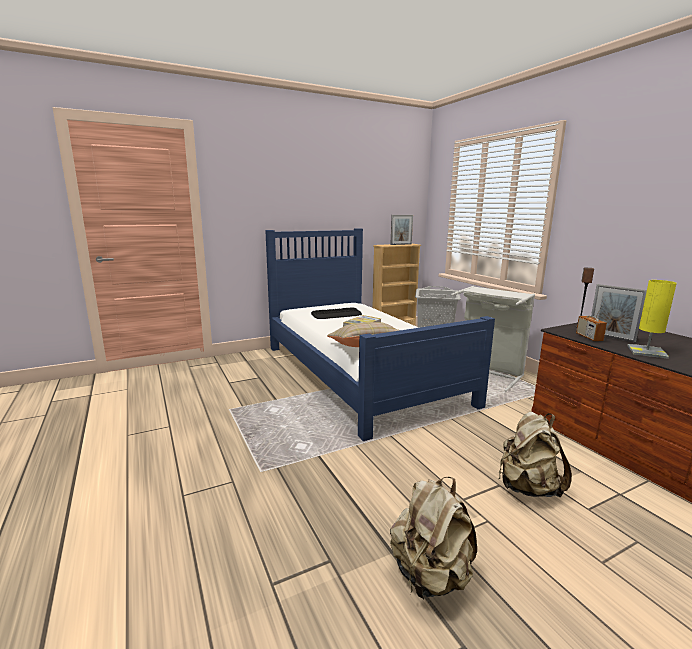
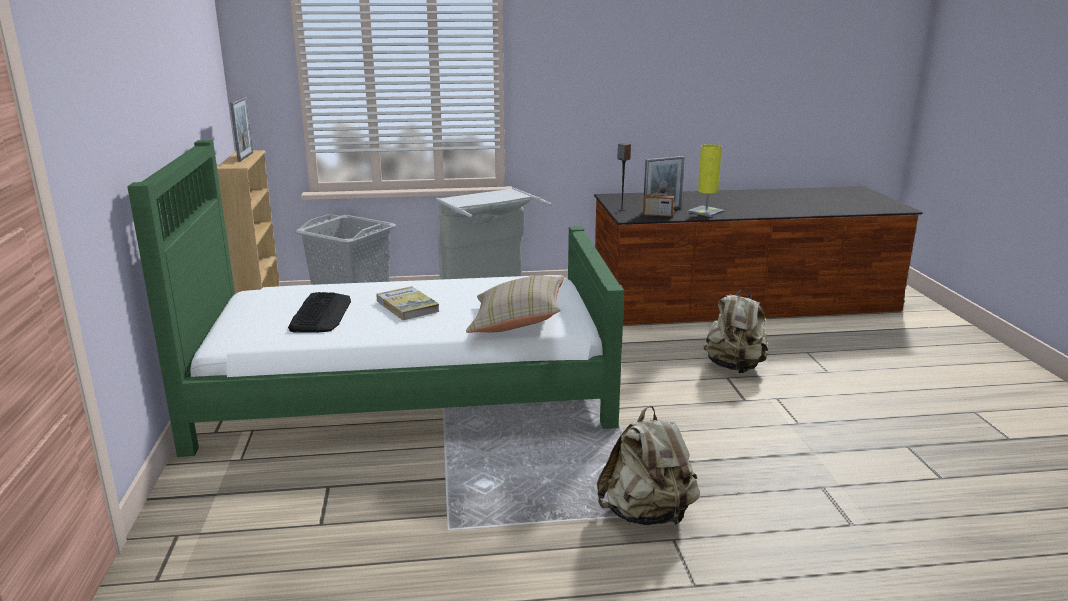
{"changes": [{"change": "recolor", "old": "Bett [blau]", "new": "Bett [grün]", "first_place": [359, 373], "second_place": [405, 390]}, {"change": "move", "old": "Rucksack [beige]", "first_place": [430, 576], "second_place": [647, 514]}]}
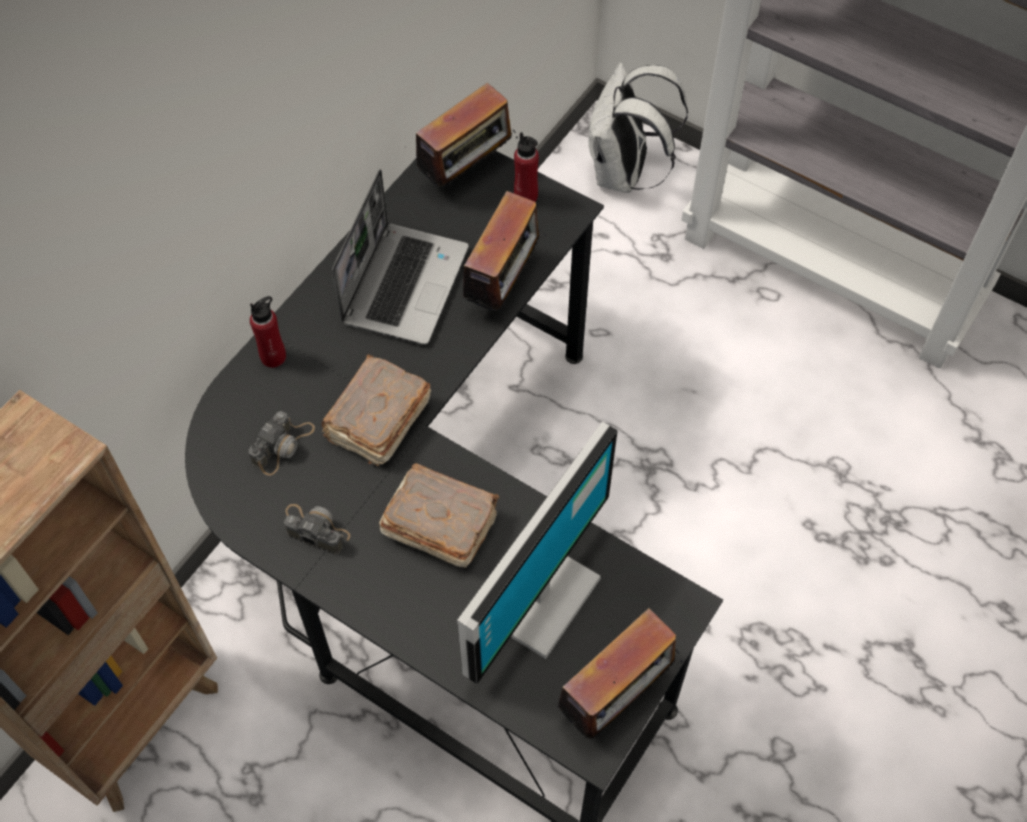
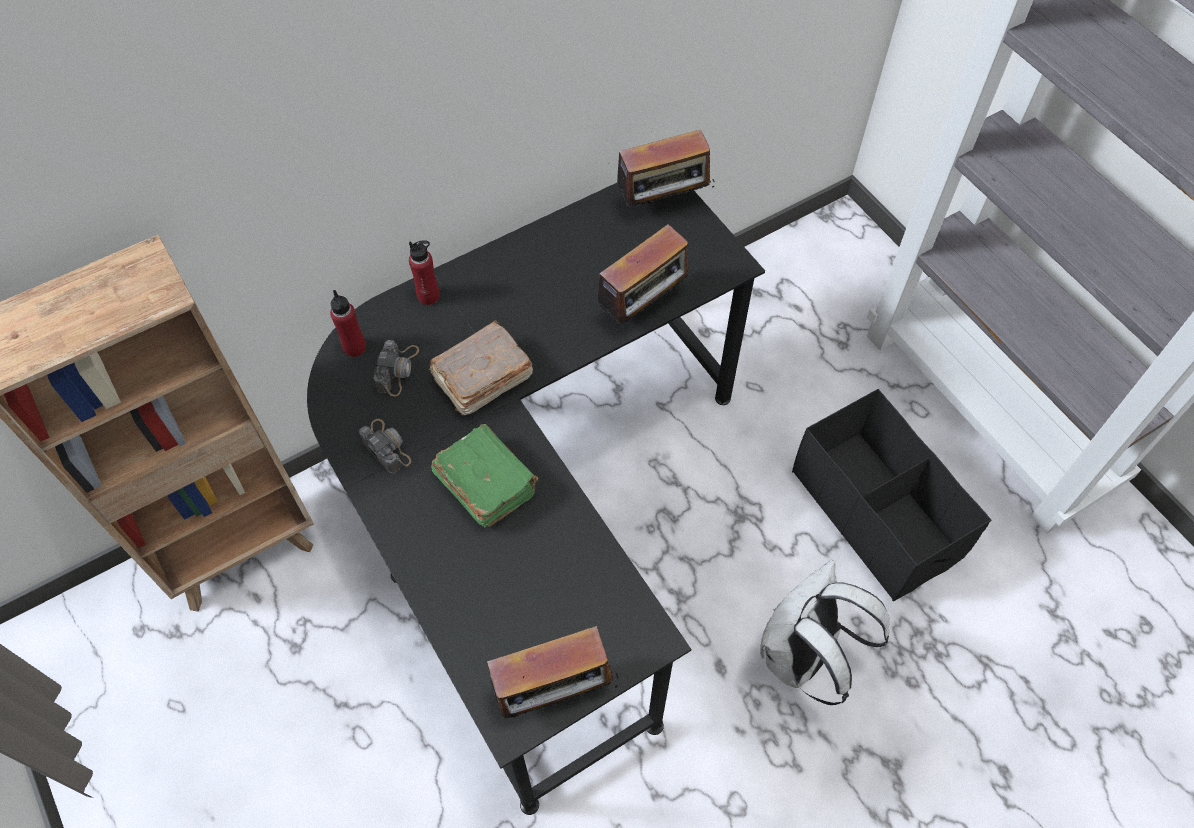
{"changes": [{"change": "rotate", "old": "Kamera", "first_place": [283, 445], "second_place": [398, 369], "degrees": -45}, {"change": "delete", "old": "Laptop", "first_place": [404, 283]}, {"change": "recolor", "old": "Buch [braun]", "new": "Buch [grün]", "first_place": [439, 523], "second_place": [486, 482]}, {"change": "delete", "old": "Monitor", "first_place": [536, 595]}, {"change": "move", "old": "Flasche [rot]", "first_place": [526, 196], "second_place": [354, 347]}, {"change": "move", "old": "Rucksack [weiß]", "first_place": [624, 174], "second_place": [802, 657]}, {"change": "insert", "new": "Aufbewahrungsbox [schwarz]", "second_place": [876, 513]}]}
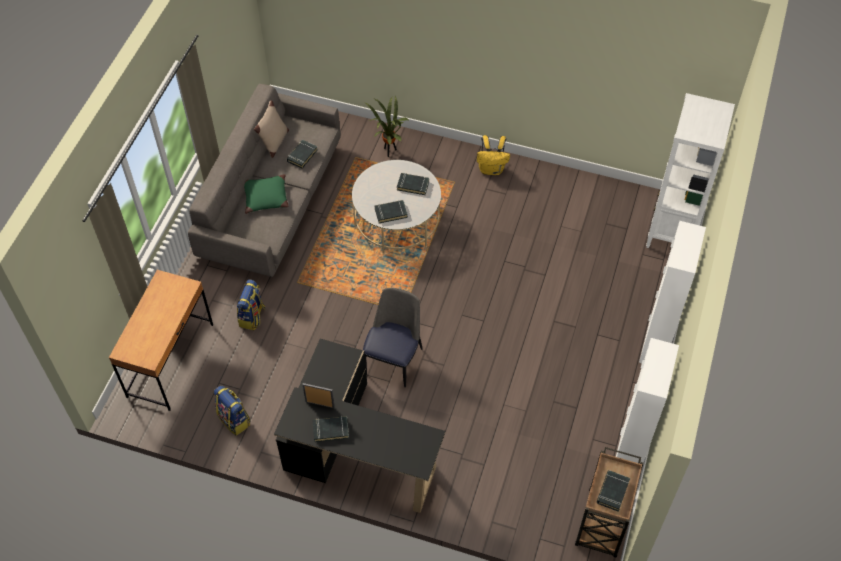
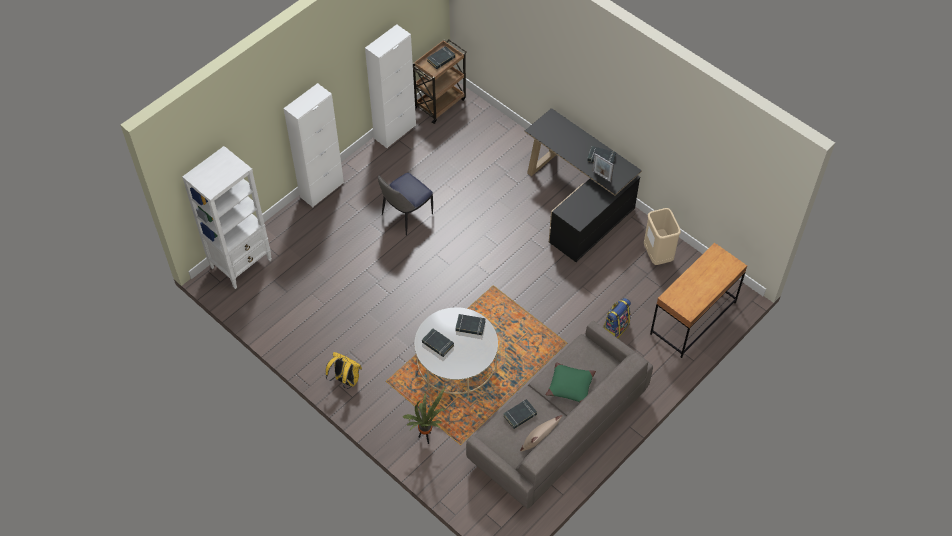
{"changes": [{"change": "replace", "old": "Rucksack", "new": "Mülleimer [beige]", "first_place": [234, 420], "second_place": [657, 255]}, {"change": "move", "old": "Stuhl", "first_place": [394, 360], "second_place": [406, 215]}]}
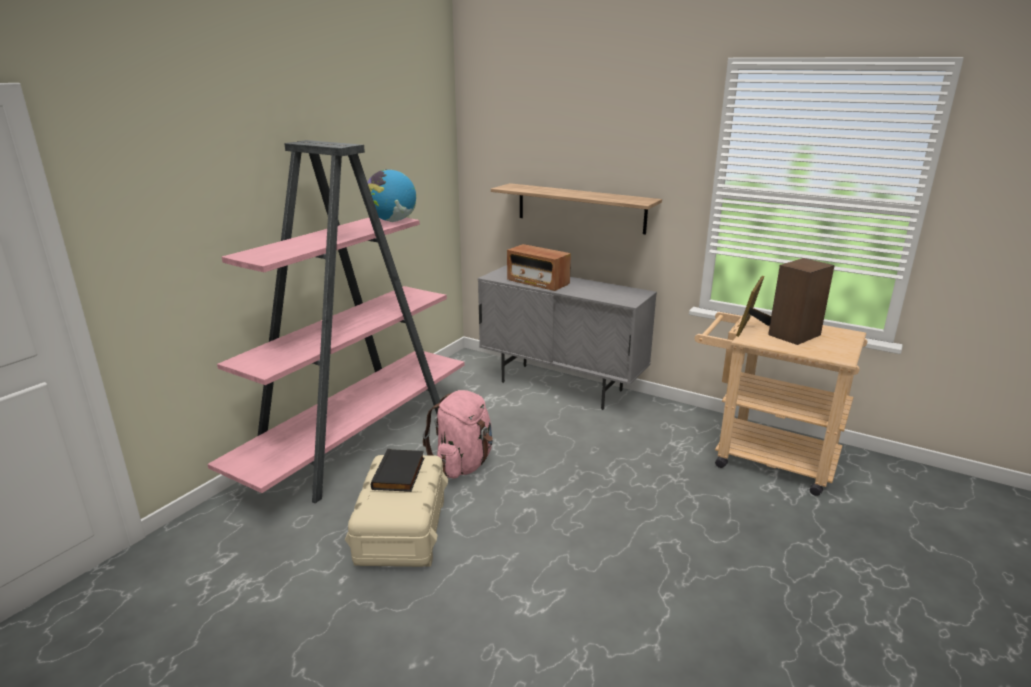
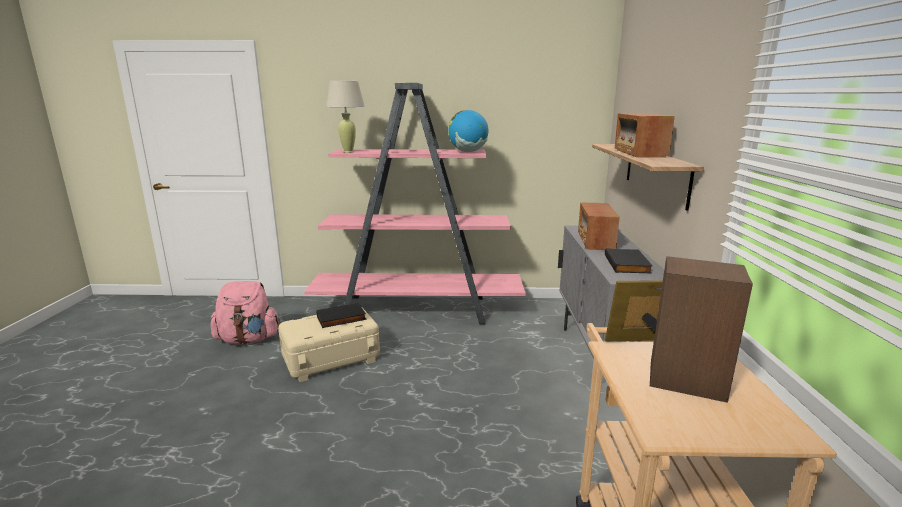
{"changes": [{"change": "move", "old": "Rucksack [rosa]", "first_place": [463, 464], "second_place": [248, 339]}, {"change": "insert", "new": "Tischlampe [beige]", "second_place": [348, 152]}, {"change": "insert", "new": "Buch [schwarz]", "second_place": [628, 264]}, {"change": "insert", "new": "Radio", "second_place": [639, 153]}]}
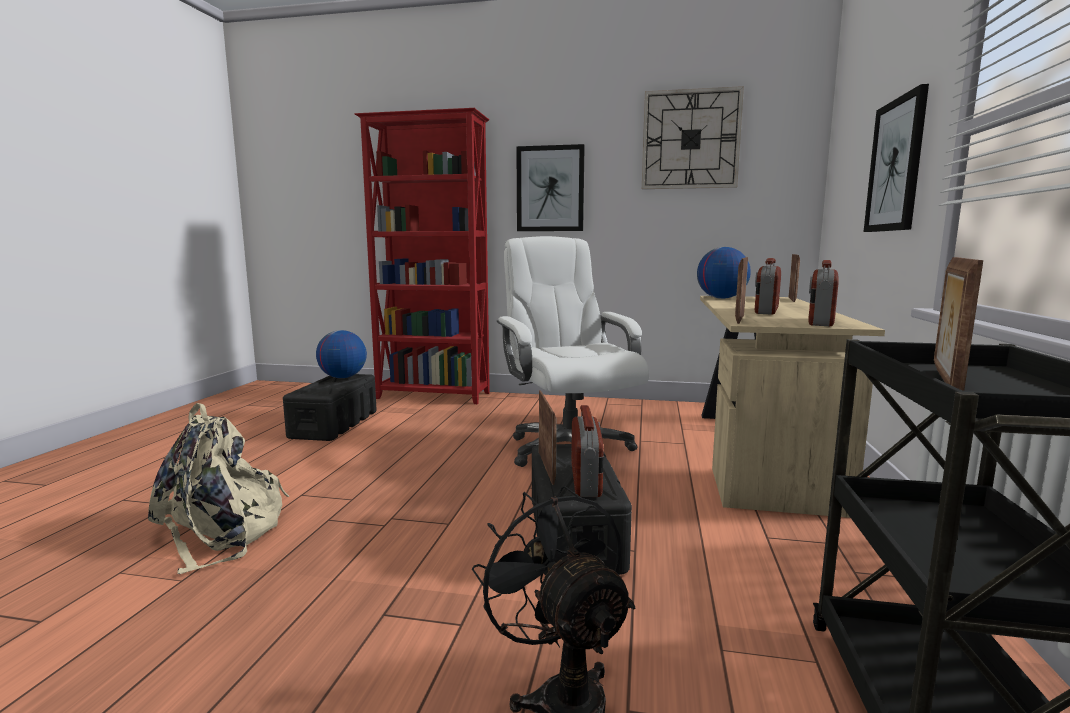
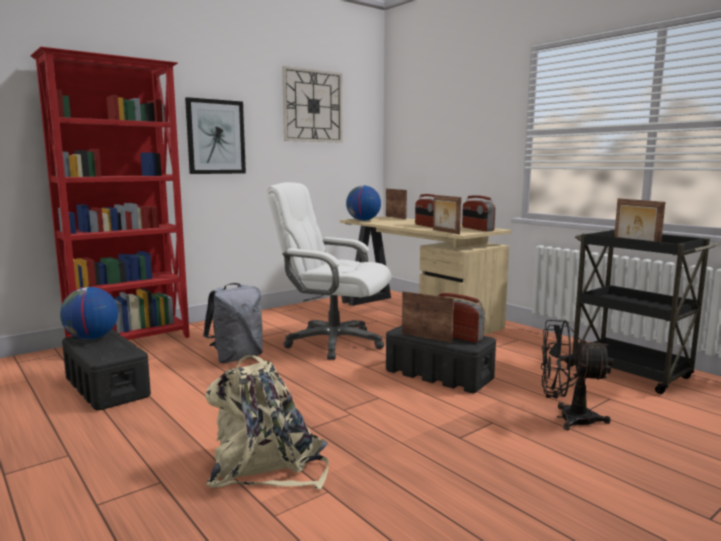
{"changes": [{"change": "delete", "old": "Bild", "first_place": [896, 165]}, {"change": "insert", "new": "Rucksack [grau]", "second_place": [237, 358]}]}
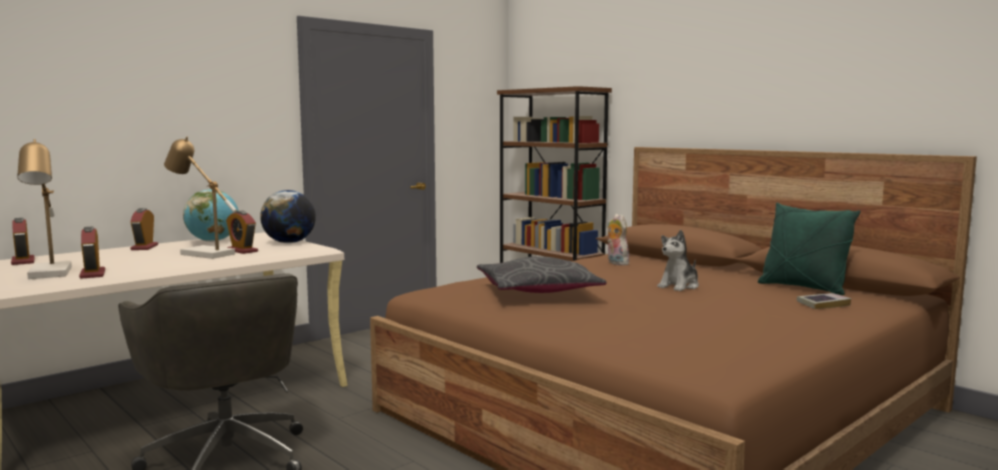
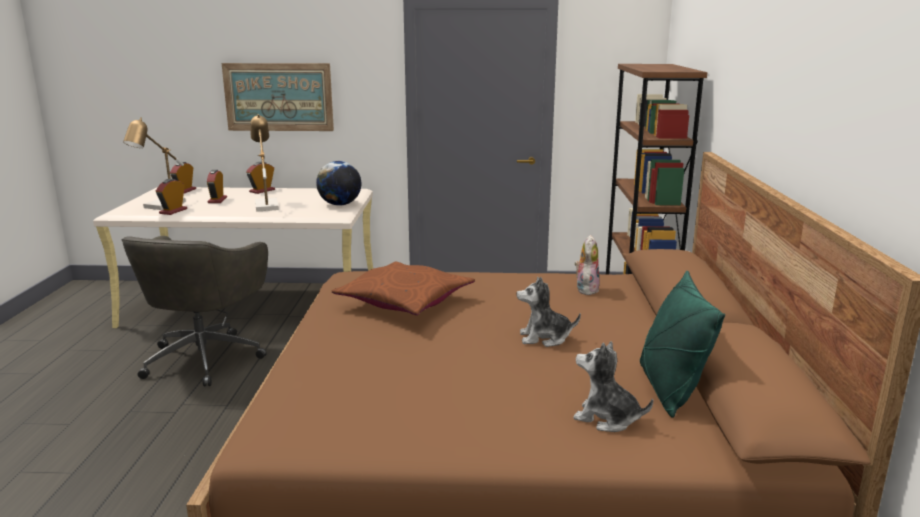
{"changes": [{"change": "delete", "old": "Globus", "first_place": [213, 241]}, {"change": "move", "old": "Wecker", "first_place": [242, 251], "second_place": [217, 200]}, {"change": "recolor", "old": "Kissen [grau]", "new": "Kissen [braun]", "first_place": [537, 290], "second_place": [405, 300]}, {"change": "replace", "old": "Buch", "new": "Plüschtier", "first_place": [823, 304], "second_place": [607, 418]}, {"change": "insert", "new": "Bild", "second_place": [278, 97]}]}
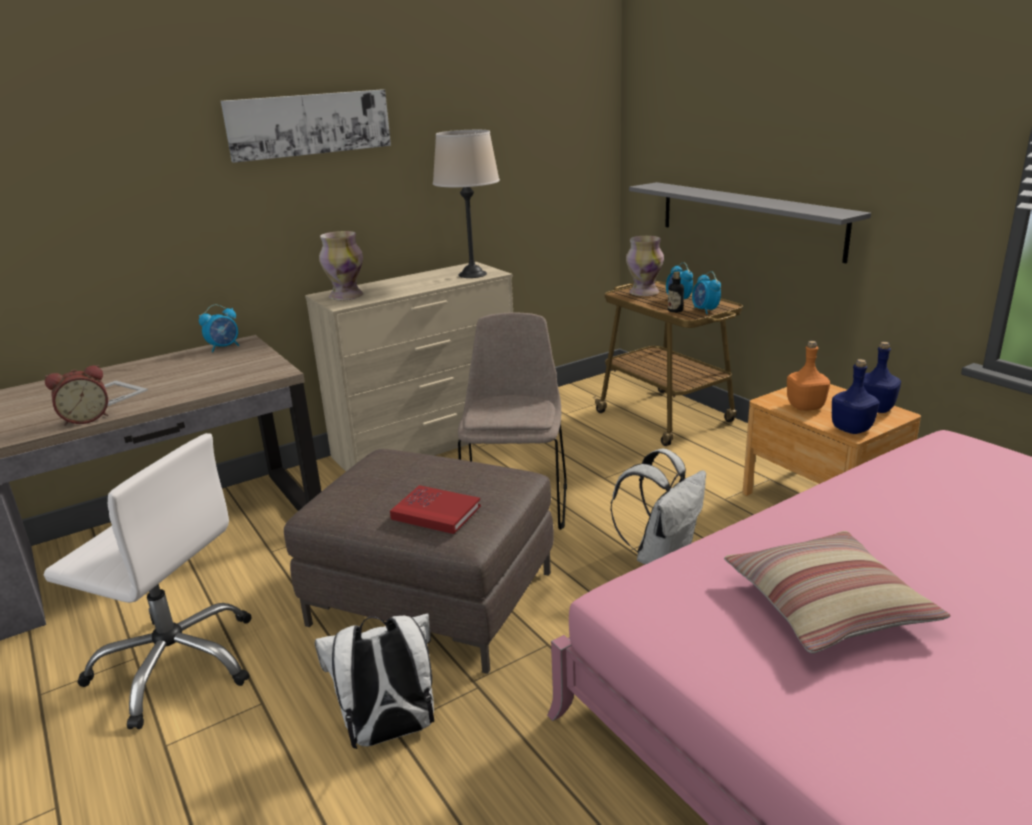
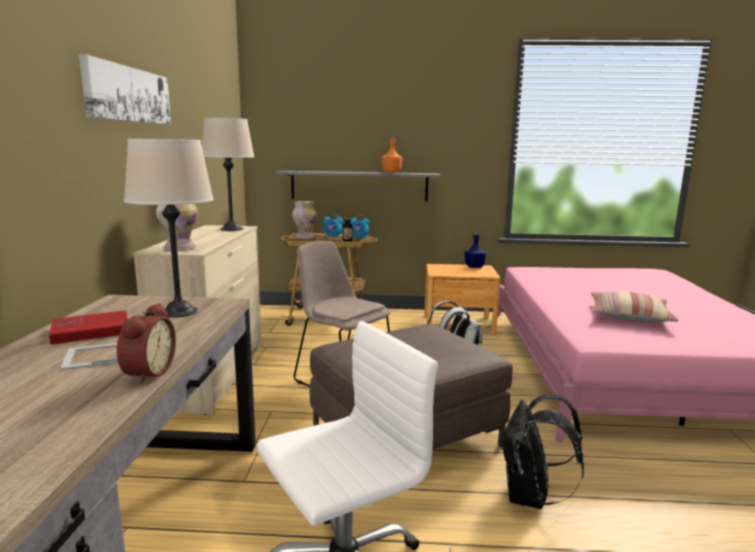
{"changes": [{"change": "delete", "old": "Wecker", "first_place": [224, 347]}, {"change": "recolor", "old": "Rucksack [weiß]", "new": "Rucksack [schwarz]", "first_place": [390, 732], "second_place": [530, 497]}, {"change": "move", "old": "Buch [rot]", "first_place": [436, 512], "second_place": [91, 330]}, {"change": "move", "old": "Flasche [orange]", "first_place": [804, 406], "second_place": [391, 172]}, {"change": "delete", "old": "Flasche [blau]", "first_place": [851, 429]}, {"change": "insert", "new": "Tischlampe [beige]", "second_place": [178, 312]}]}
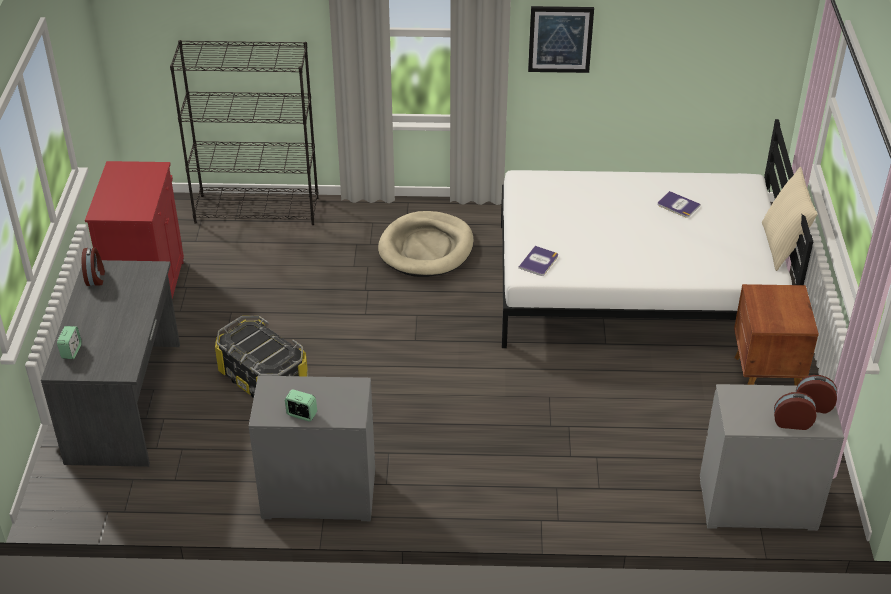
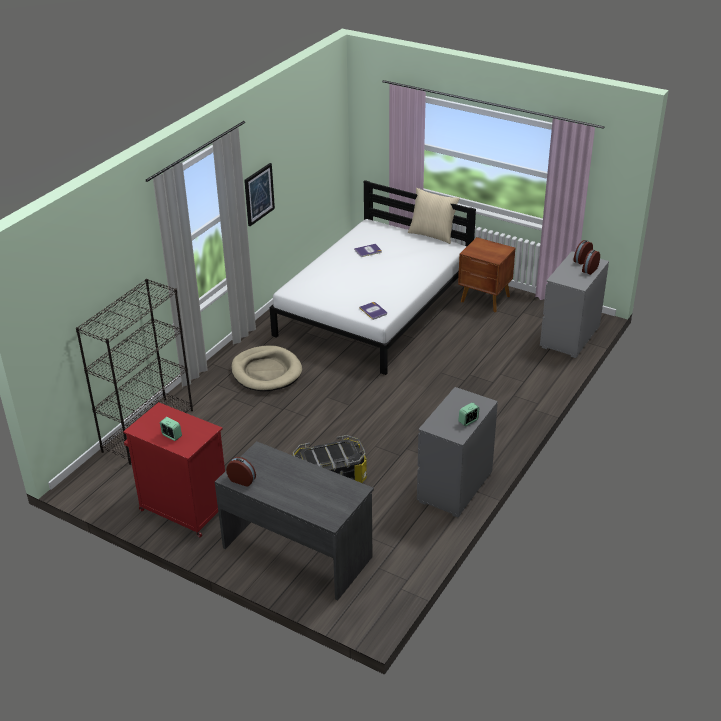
{"changes": [{"change": "move", "old": "Wecker", "first_place": [71, 351], "second_place": [171, 436]}]}
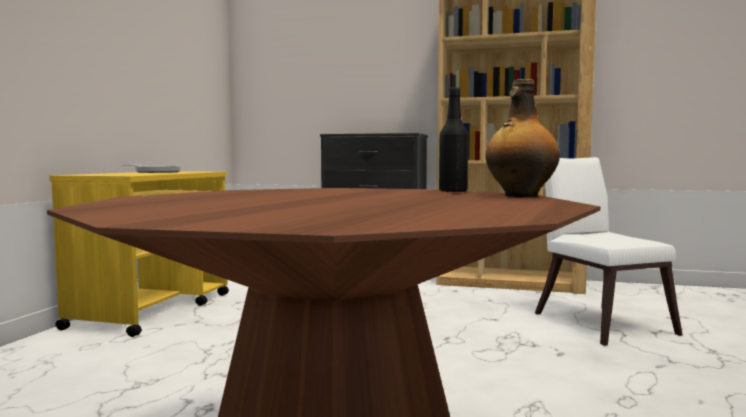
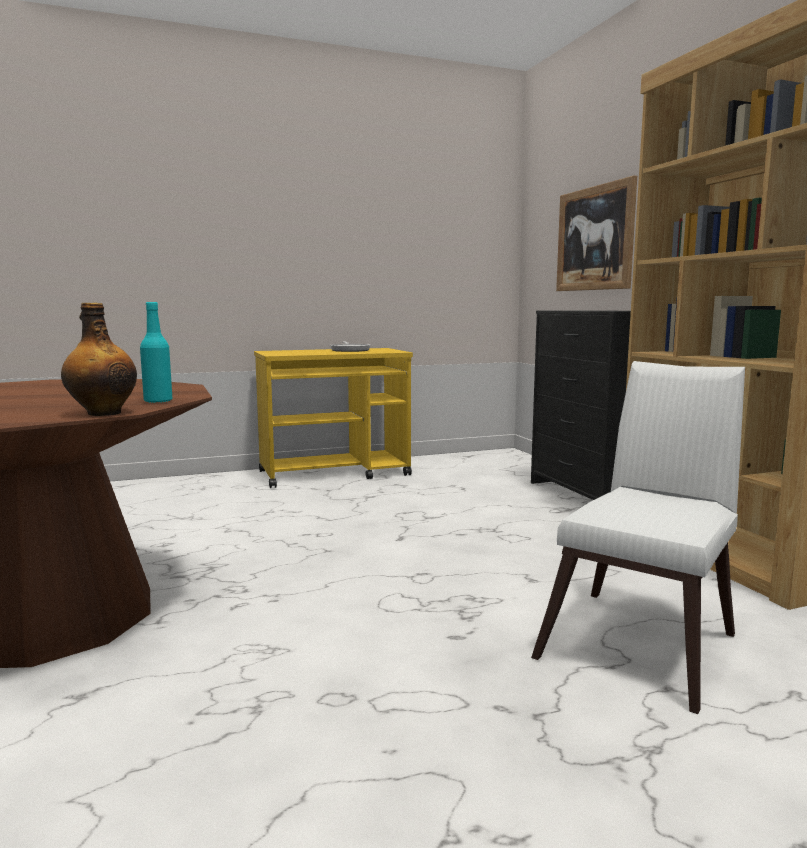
{"changes": [{"change": "recolor", "old": "Flasche [schwarz]", "new": "Flasche [türkis]", "first_place": [453, 192], "second_place": [158, 401]}, {"change": "insert", "new": "Bild", "second_place": [594, 239]}]}
